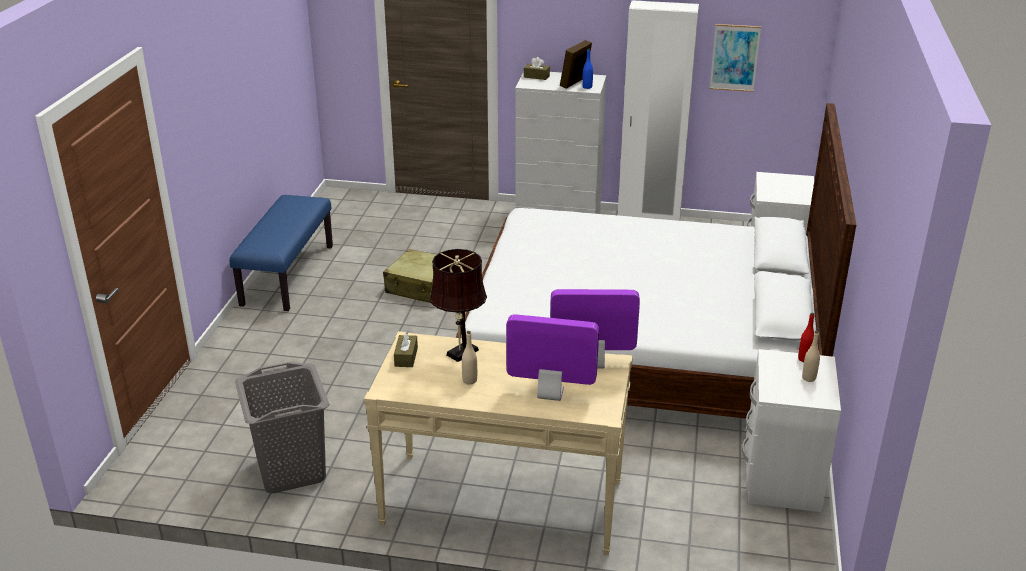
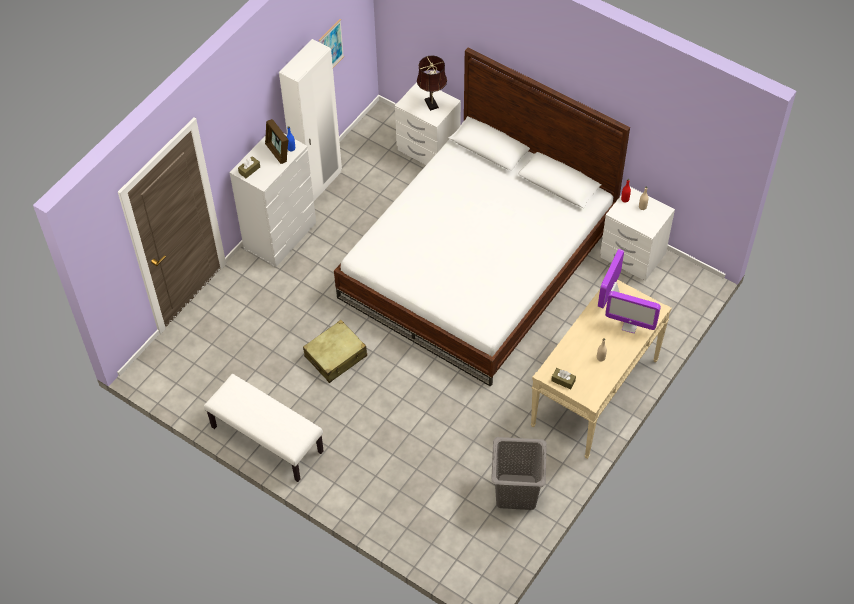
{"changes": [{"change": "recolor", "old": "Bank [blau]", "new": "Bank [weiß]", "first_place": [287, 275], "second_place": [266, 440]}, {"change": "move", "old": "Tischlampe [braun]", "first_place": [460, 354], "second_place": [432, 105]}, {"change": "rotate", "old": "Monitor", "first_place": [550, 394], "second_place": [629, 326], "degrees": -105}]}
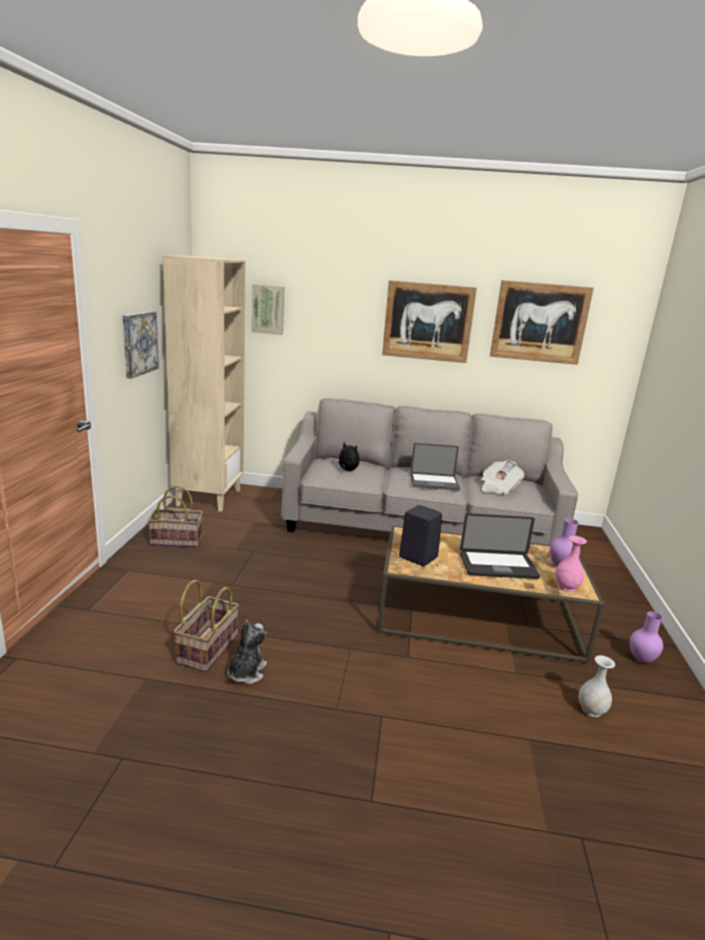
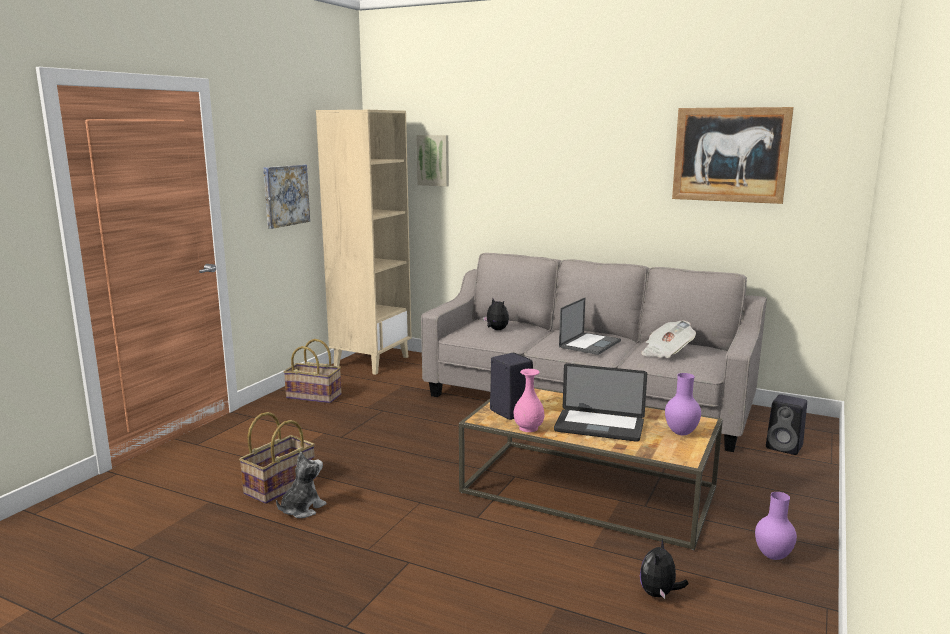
{"changes": [{"change": "delete", "old": "Bild", "first_place": [428, 322]}, {"change": "rotate", "old": "Laptop", "first_place": [435, 482], "second_place": [590, 344], "degrees": -75}, {"change": "move", "old": "Vase [rosa]", "first_place": [566, 587], "second_place": [528, 428]}, {"change": "replace", "old": "Vase [weiß]", "new": "Plüschtier", "first_place": [592, 710], "second_place": [659, 594]}, {"change": "insert", "new": "Lautsprecher [schwarz]", "second_place": [785, 447]}]}
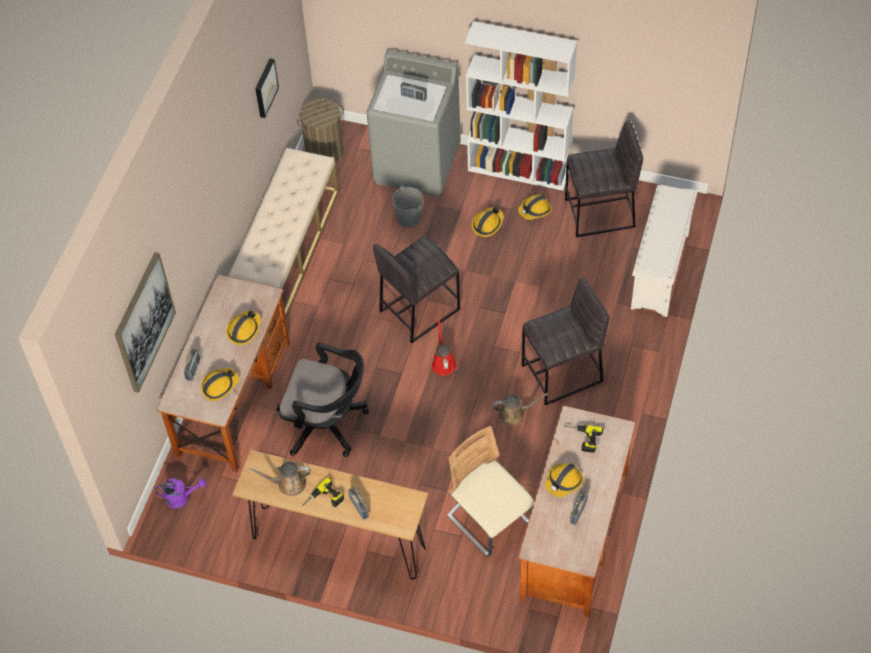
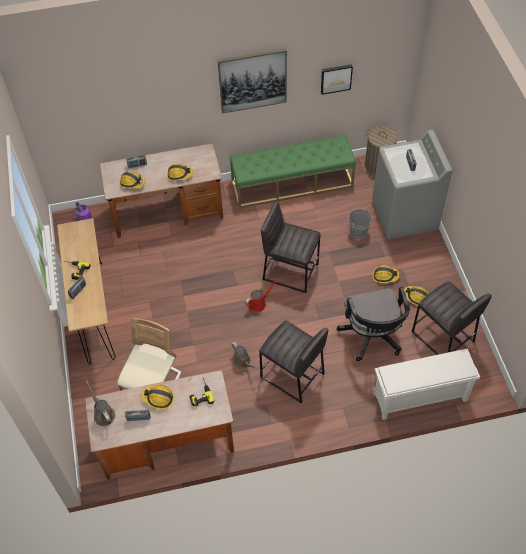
{"changes": [{"change": "move", "old": "Bild", "first_place": [144, 322], "second_place": [252, 80]}, {"change": "recolor", "old": "Bank [beige]", "new": "Bank [grün]", "first_place": [287, 247], "second_place": [292, 183]}, {"change": "move", "old": "Gießkanne [braun]", "first_place": [288, 484], "second_place": [103, 414]}, {"change": "move", "old": "Bürostuhl [schwarz]", "first_place": [327, 424], "second_place": [372, 337]}, {"change": "delete", "old": "Bücherregal [weiß]", "first_place": [519, 170]}]}
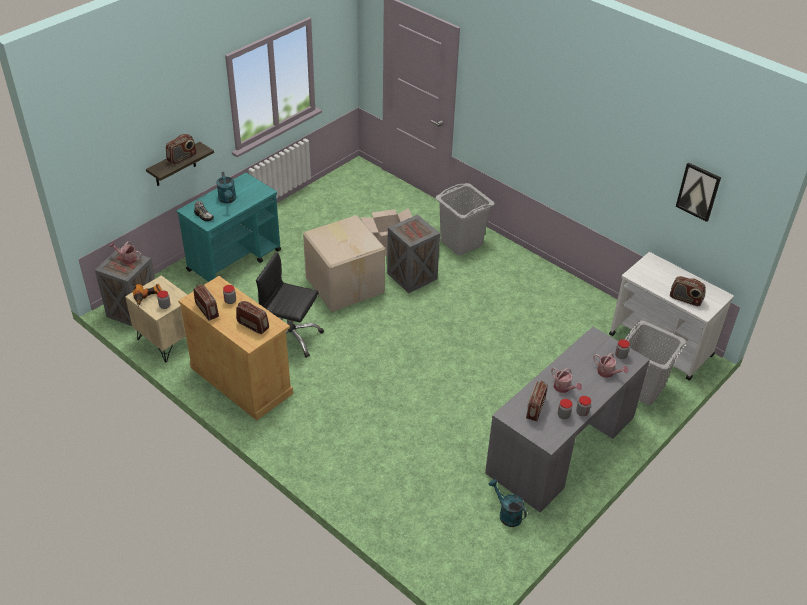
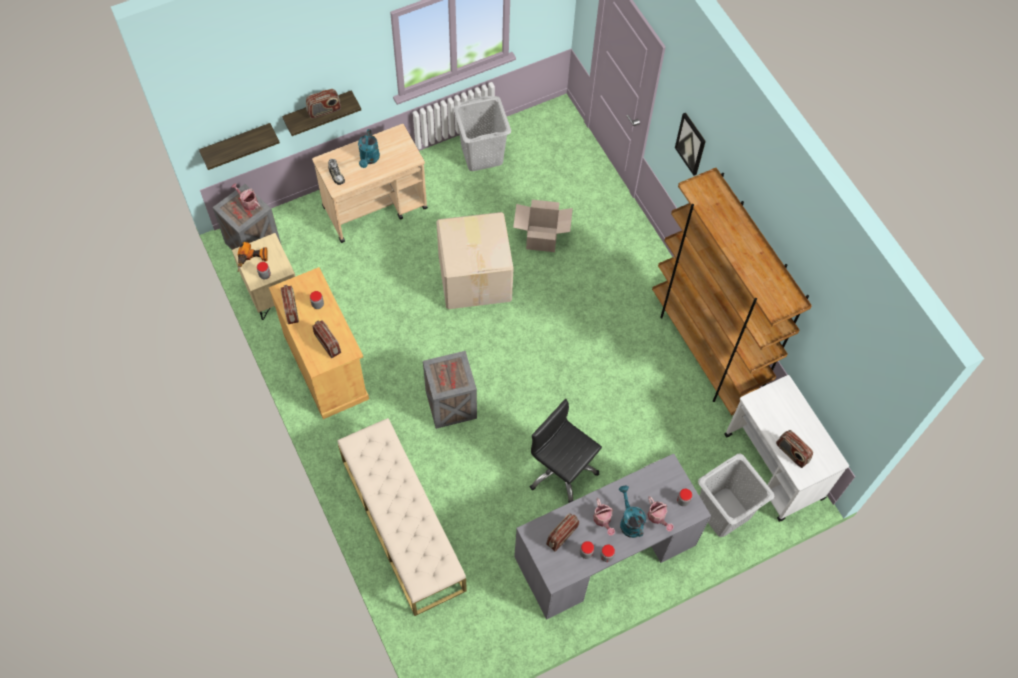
{"changes": [{"change": "recolor", "old": "Rollwagen [türkis]", "new": "Rollwagen [beige]", "first_place": [235, 260], "second_place": [375, 207]}, {"change": "move", "old": "Bürostuhl [schwarz]", "first_place": [290, 338], "second_place": [561, 471]}, {"change": "move", "old": "Kiste", "first_place": [412, 275], "second_place": [451, 403]}, {"change": "move", "old": "Wäschekorb [grau]", "first_place": [461, 242], "second_place": [482, 154]}, {"change": "move", "old": "Gießkanne [türkis]", "first_place": [507, 514], "second_place": [629, 521]}, {"change": "move", "old": "Bild", "first_place": [698, 191], "second_place": [691, 143]}, {"change": "insert", "new": "Wandregal", "second_place": [237, 144]}, {"change": "insert", "new": "Bank [beige]", "second_place": [402, 524]}, {"change": "insert", "new": "Bücherregal [braun]", "second_place": [705, 350]}]}
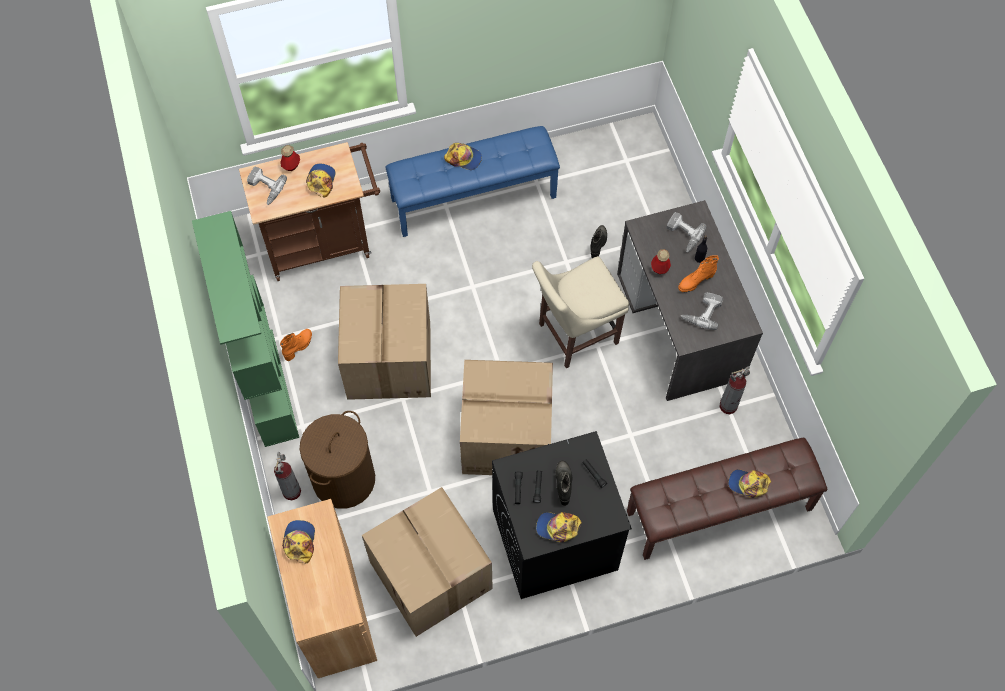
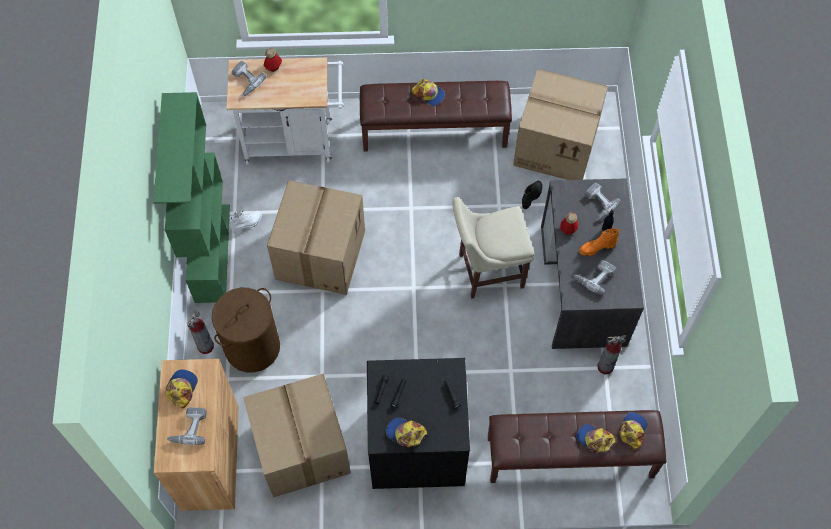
{"changes": [{"change": "recolor", "old": "Rollwagen [braun]", "new": "Rollwagen [weiß]", "first_place": [324, 243], "second_place": [295, 141]}, {"change": "recolor", "old": "Stiefel [orange]", "new": "Stiefel [weiß]", "first_place": [298, 346], "second_place": [247, 224]}, {"change": "move", "old": "Kappe", "first_place": [321, 181], "second_place": [632, 430]}, {"change": "recolor", "old": "Bank [blau]", "new": "Bank [braun]", "first_place": [473, 197], "second_place": [434, 130]}, {"change": "move", "old": "Karton", "first_place": [508, 434], "second_place": [557, 145]}, {"change": "delete", "old": "Stiefel [schwarz]", "first_place": [564, 484]}, {"change": "insert", "new": "Bohrmaschine", "second_place": [188, 427]}]}
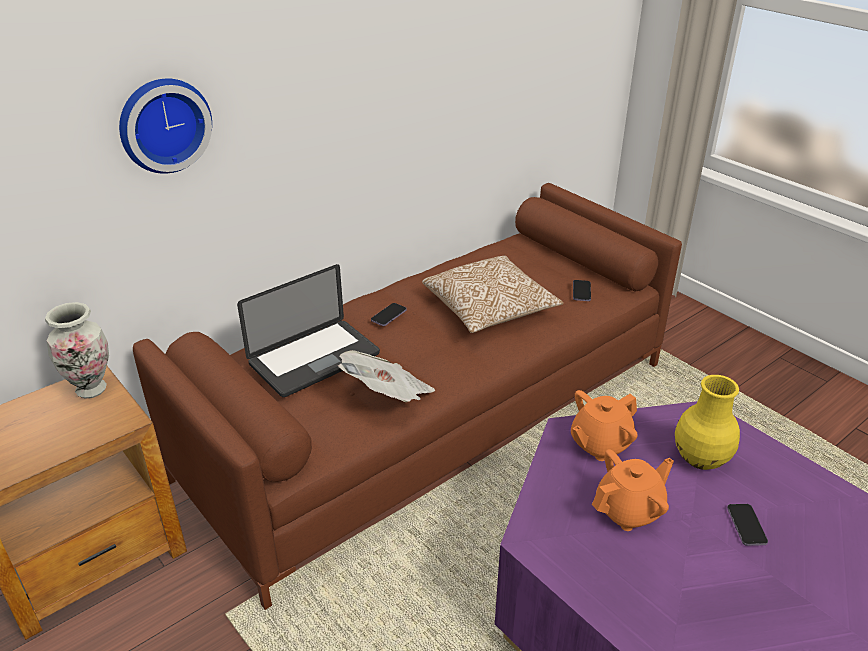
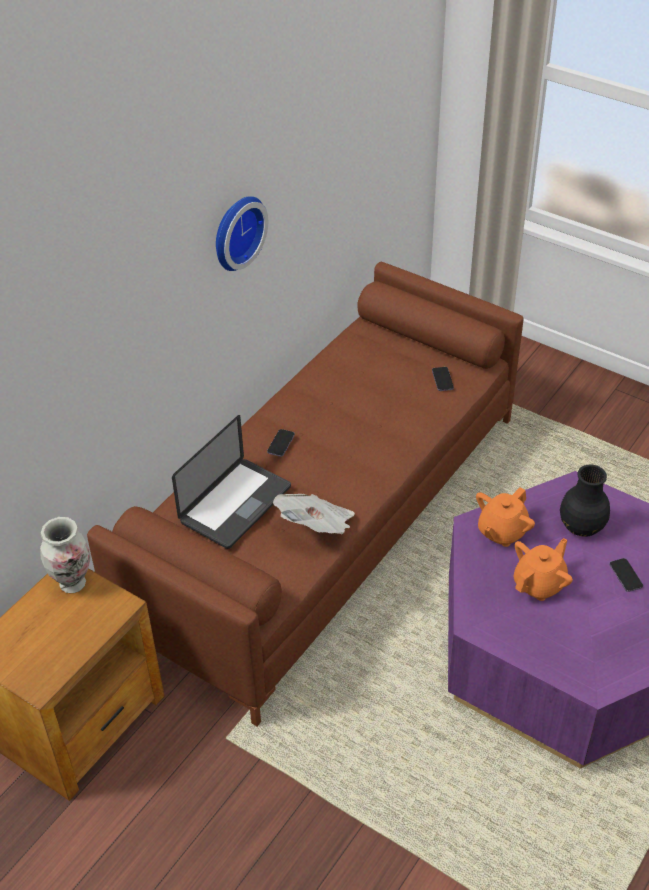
{"changes": [{"change": "move", "old": "Wanduhr", "first_place": [163, 124], "second_place": [235, 231]}, {"change": "delete", "old": "Kissen", "first_place": [489, 310]}, {"change": "recolor", "old": "Vase [gelb]", "new": "Vase [schwarz]", "first_place": [700, 458], "second_place": [581, 526]}]}
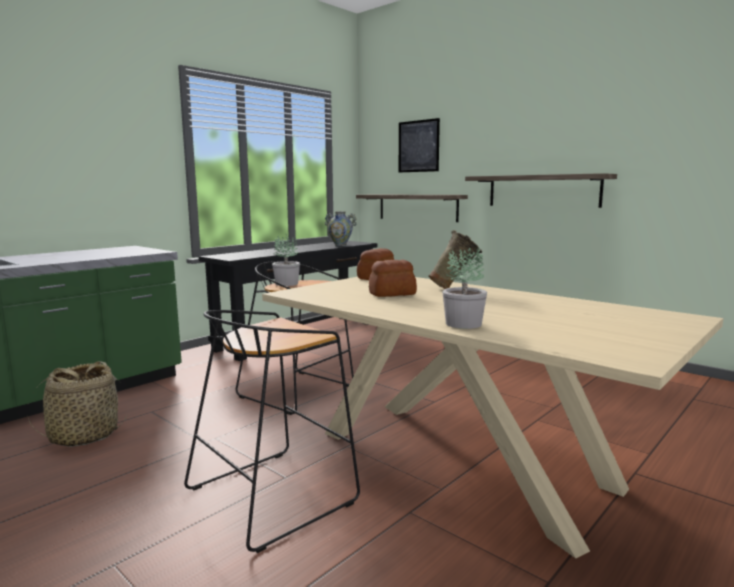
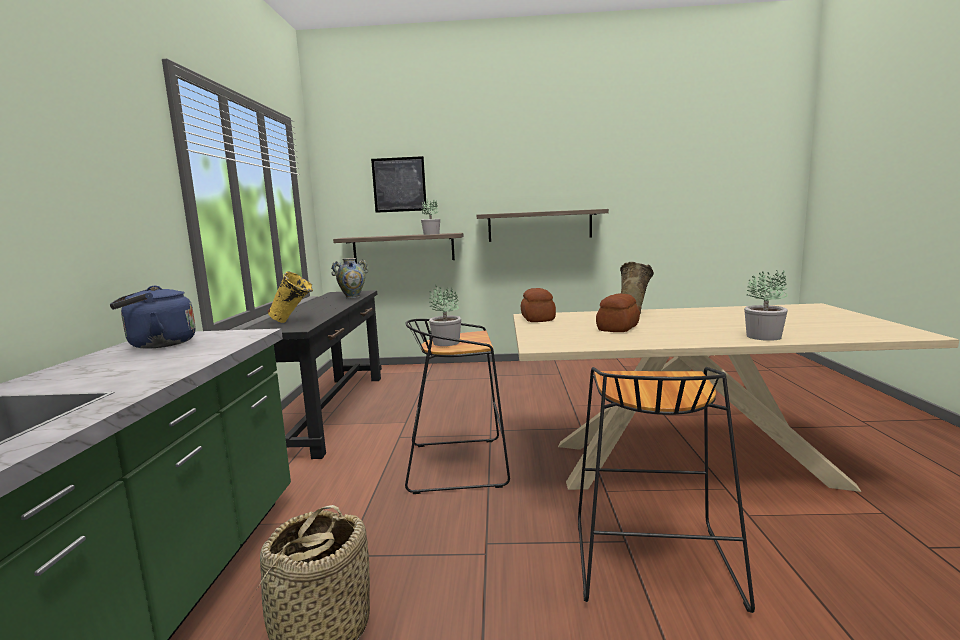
{"changes": [{"change": "insert", "new": "Wasserkessel [blau]", "second_place": [157, 345]}, {"change": "insert", "new": "Vase [gelb]", "second_place": [293, 322]}, {"change": "insert", "new": "Topfpflanze", "second_place": [431, 234]}]}
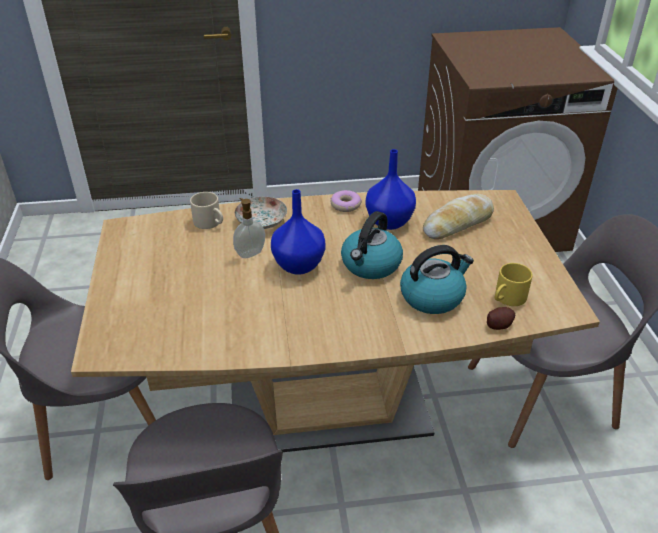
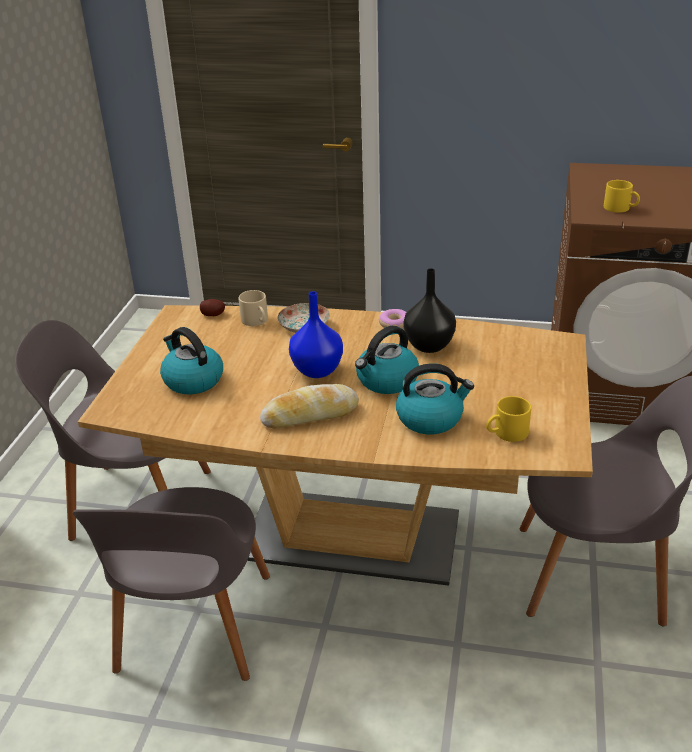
{"changes": [{"change": "delete", "old": "Seifenspender", "first_place": [250, 253]}, {"change": "recolor", "old": "Vase [blau]", "new": "Vase [schwarz]", "first_place": [388, 222], "second_place": [428, 345]}, {"change": "move", "old": "Brot", "first_place": [458, 223], "second_place": [310, 414]}, {"change": "move", "old": "Kartoffel", "first_place": [499, 325], "second_place": [213, 314]}, {"change": "insert", "new": "Wasserkessel", "second_place": [192, 380]}, {"change": "insert", "new": "Henkelbecher [gelb]", "second_place": [621, 208]}]}
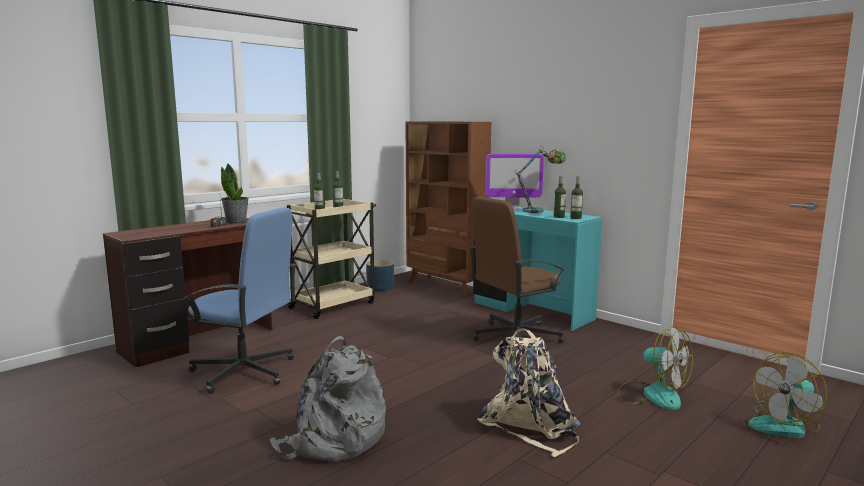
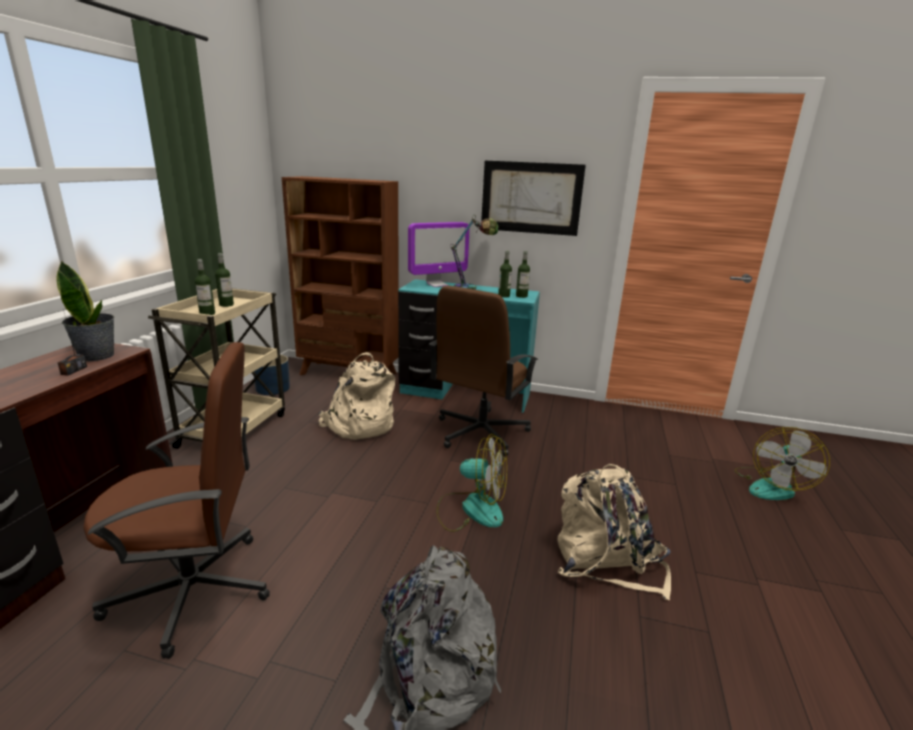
{"changes": [{"change": "recolor", "old": "Bürostuhl [blau]", "new": "Bürostuhl [braun]", "first_place": [244, 372], "second_place": [194, 590]}, {"change": "move", "old": "Ventilator", "first_place": [652, 395], "second_place": [471, 509]}, {"change": "insert", "new": "Rucksack [beige]", "second_place": [359, 425]}, {"change": "insert", "new": "Bild", "second_place": [531, 198]}]}
